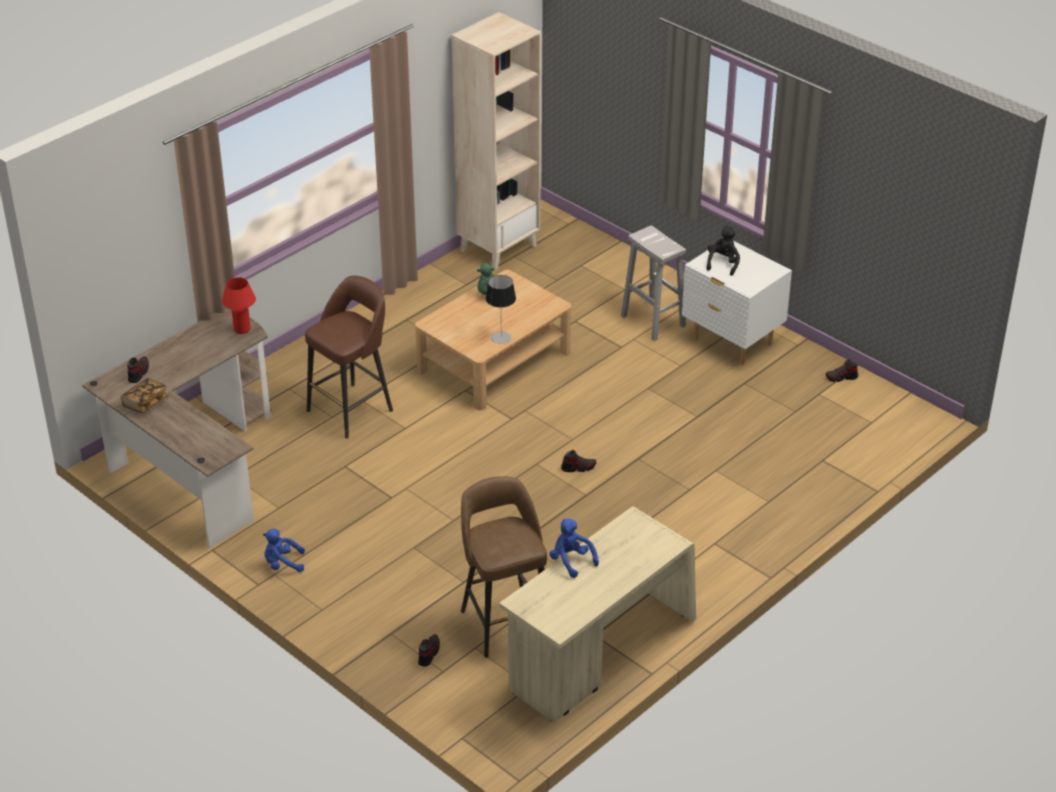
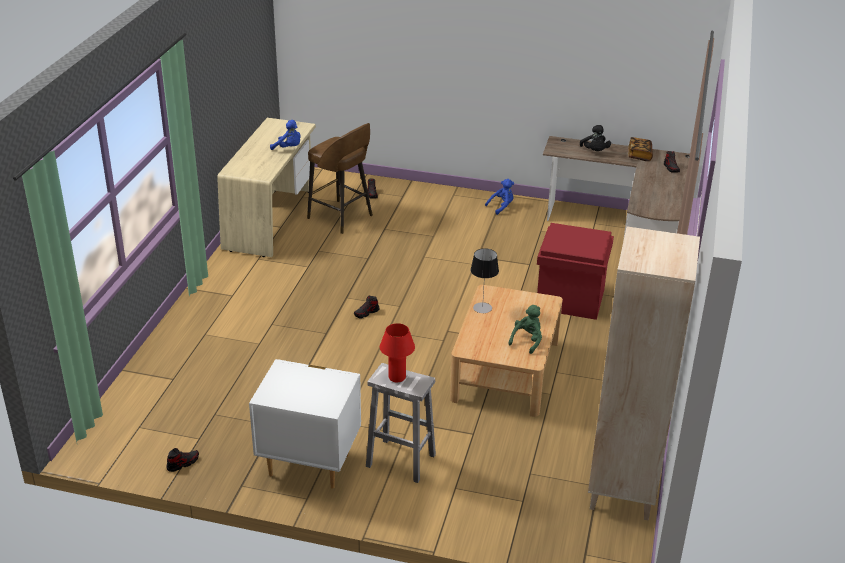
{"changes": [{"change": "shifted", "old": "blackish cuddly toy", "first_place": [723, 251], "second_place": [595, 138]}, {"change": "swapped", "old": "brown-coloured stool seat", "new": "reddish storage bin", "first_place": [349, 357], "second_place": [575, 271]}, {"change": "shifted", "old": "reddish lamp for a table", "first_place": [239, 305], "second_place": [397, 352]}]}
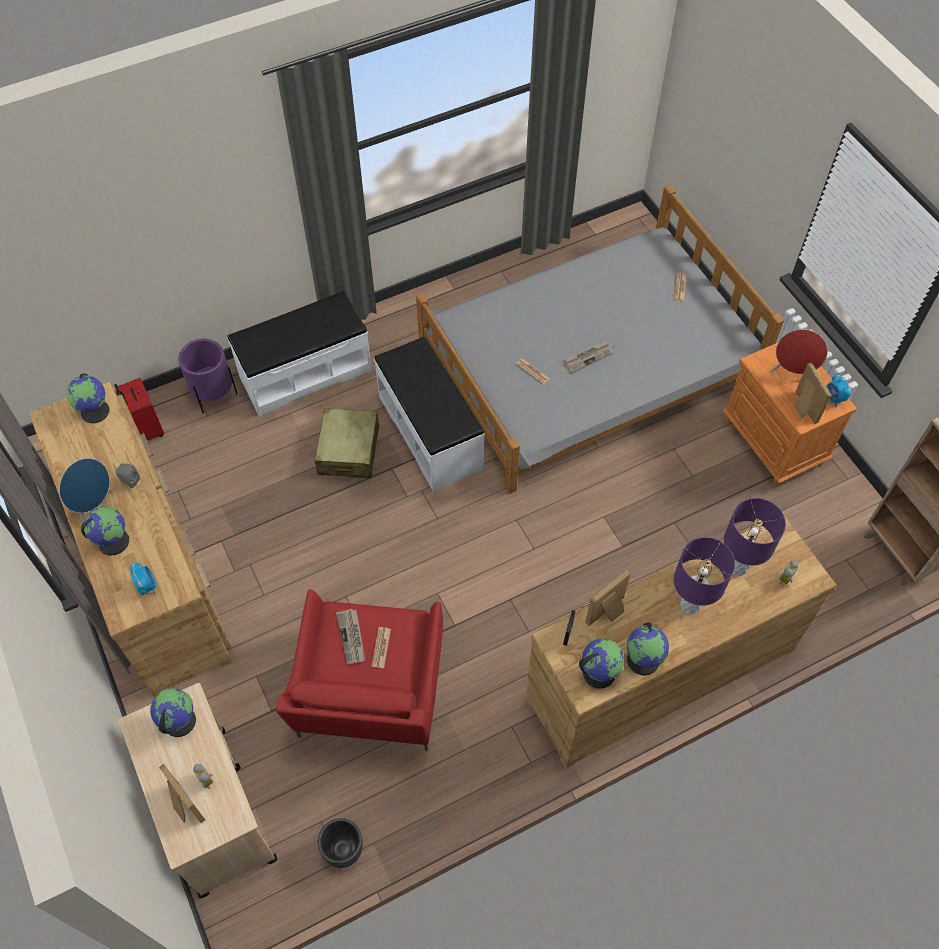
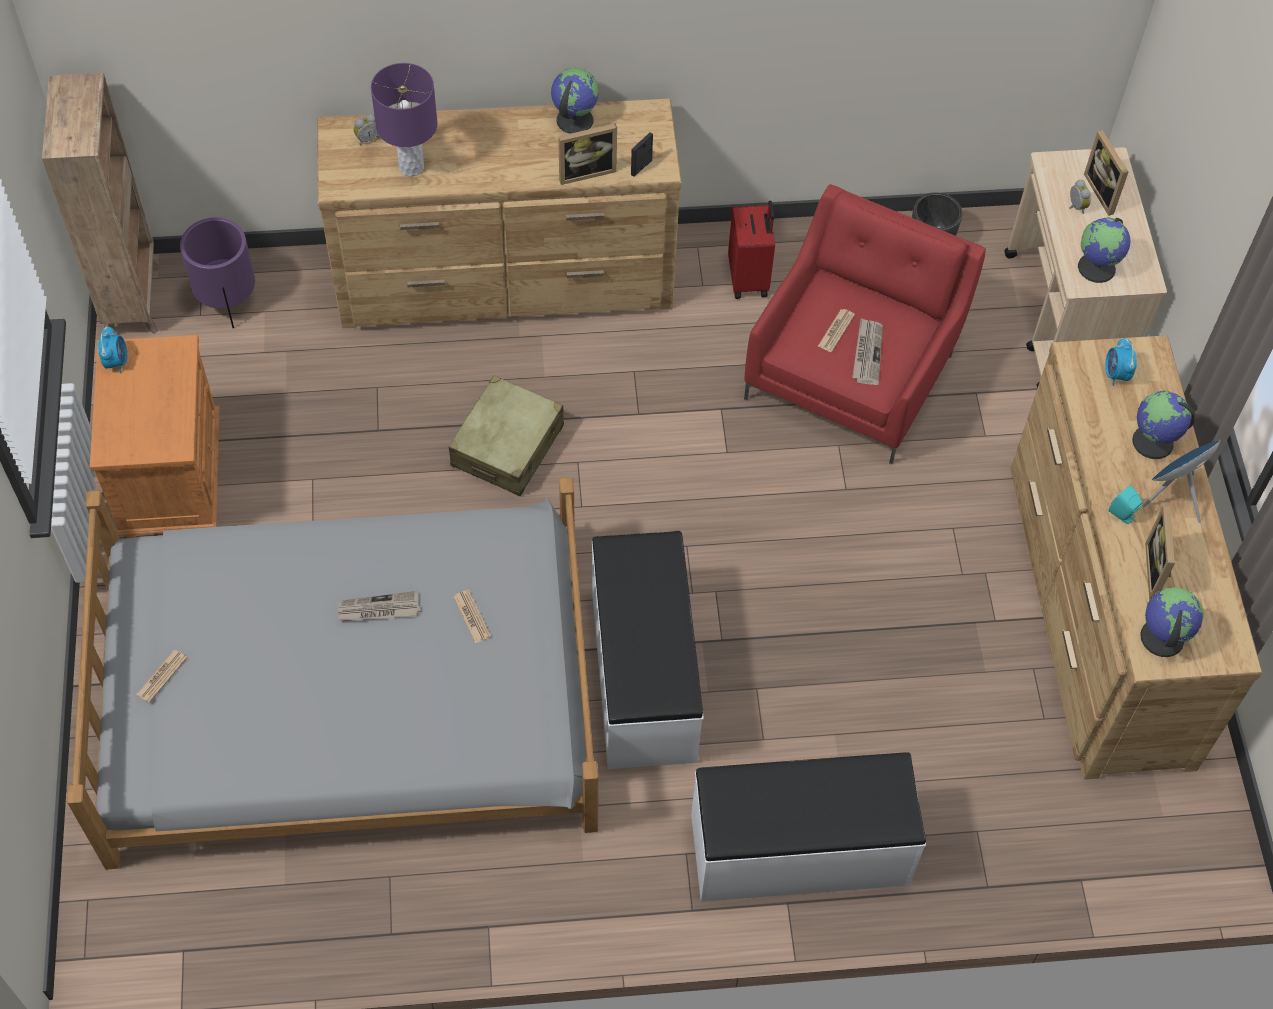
{"changes": [{"change": "gone", "old": "reddish speaker", "first_place": [799, 351]}, {"change": "shifted", "old": "purple plant pot", "first_place": [207, 376], "second_place": [217, 272]}, {"change": "shifted", "old": "picture frame", "first_place": [813, 393], "second_place": [1160, 552]}, {"change": "shifted", "old": "reddish suitcase", "first_place": [139, 409], "second_place": [751, 250]}, {"change": "shifted", "old": "beige-coloured suitcase", "first_place": [347, 443], "second_place": [506, 435]}, {"change": "repainted", "old": "grey speaker", "new": "turquoise speaker", "first_place": [127, 475], "second_place": [1125, 504]}, {"change": "gone", "old": "purple lamp for a table", "first_place": [704, 575]}, {"change": "gone", "old": "world globe", "first_place": [601, 664]}]}
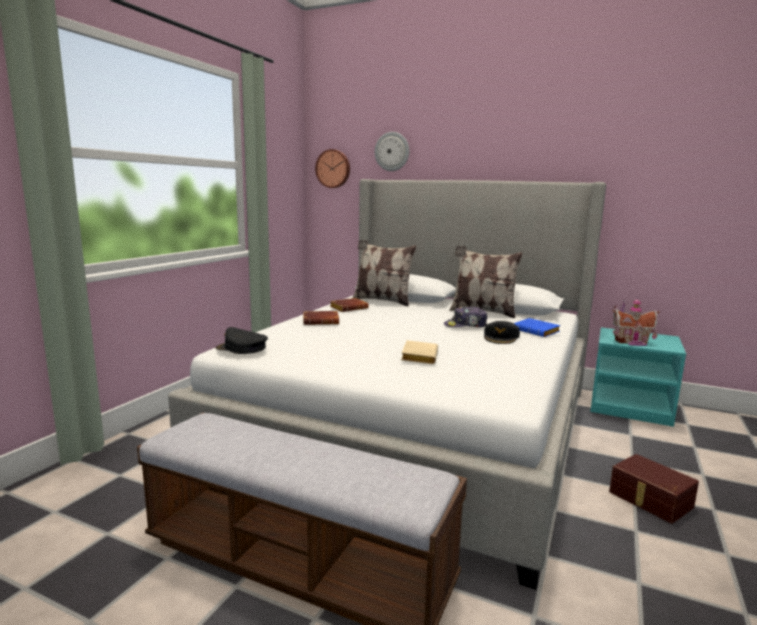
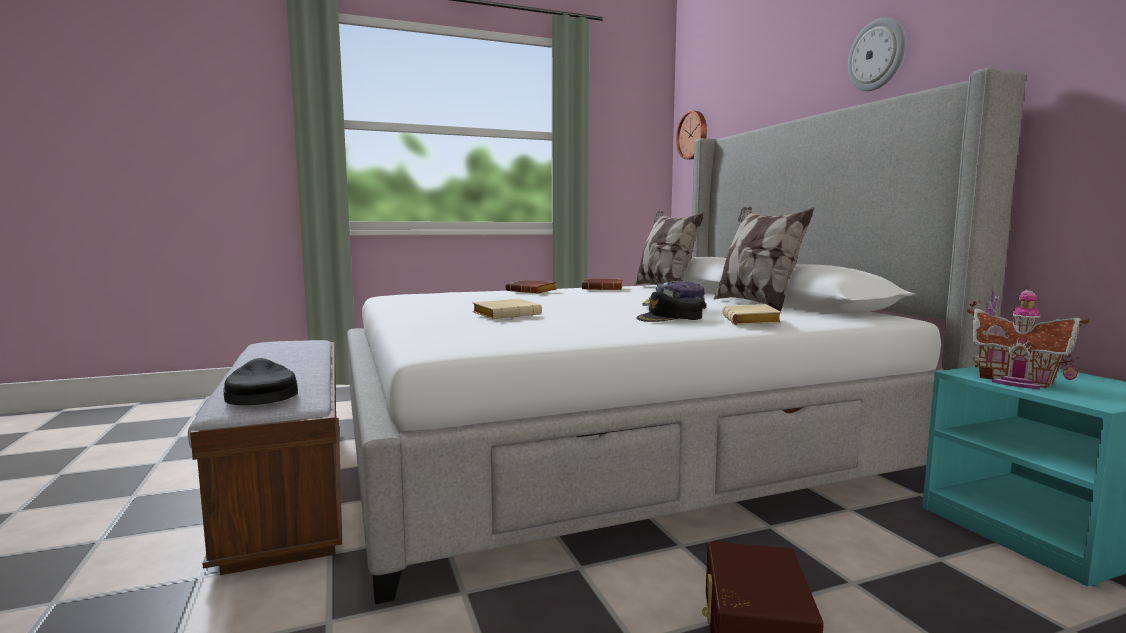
{"changes": [{"change": "shifted", "old": "wall clock", "first_place": [392, 151], "second_place": [876, 54]}, {"change": "repainted", "old": "bluish volume", "new": "beige-coloured volume", "first_place": [537, 327], "second_place": [752, 314]}, {"change": "shifted", "old": "blackish cap", "first_place": [241, 340], "second_place": [260, 381]}]}
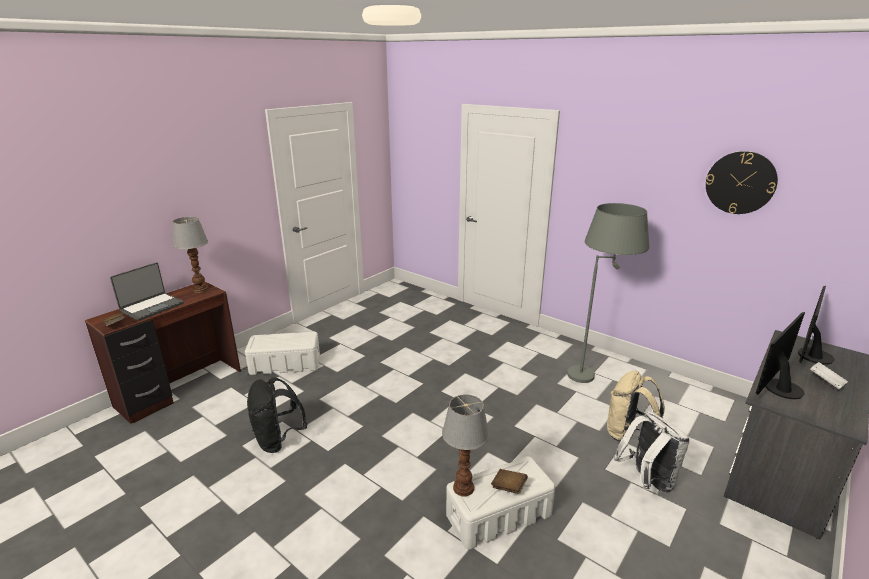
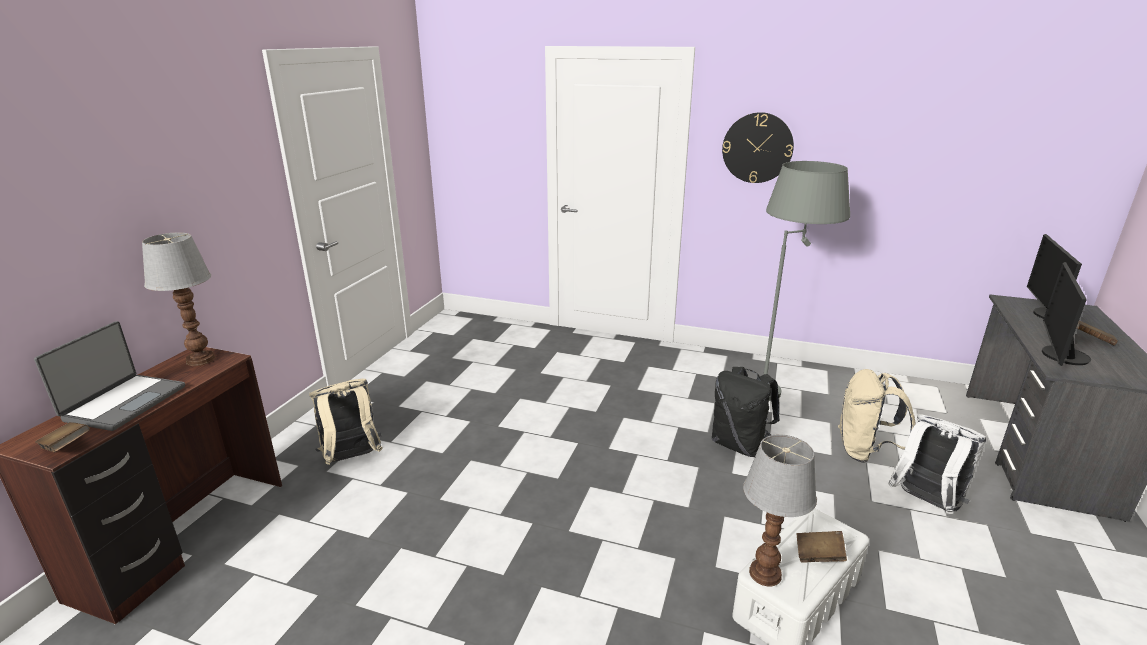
{"changes": [{"change": "shifted", "old": "wall clock", "first_place": [742, 182], "second_place": [758, 147]}, {"change": "swapped", "old": "white-coloured storage bin", "new": "beige-coloured backpack", "first_place": [282, 353], "second_place": [346, 422]}, {"change": "repainted", "old": "white-coloured volume", "new": "brown-coloured volume", "first_place": [829, 376], "second_place": [1097, 333]}, {"change": "shifted", "old": "blackish backpack", "first_place": [277, 415], "second_place": [746, 412]}]}
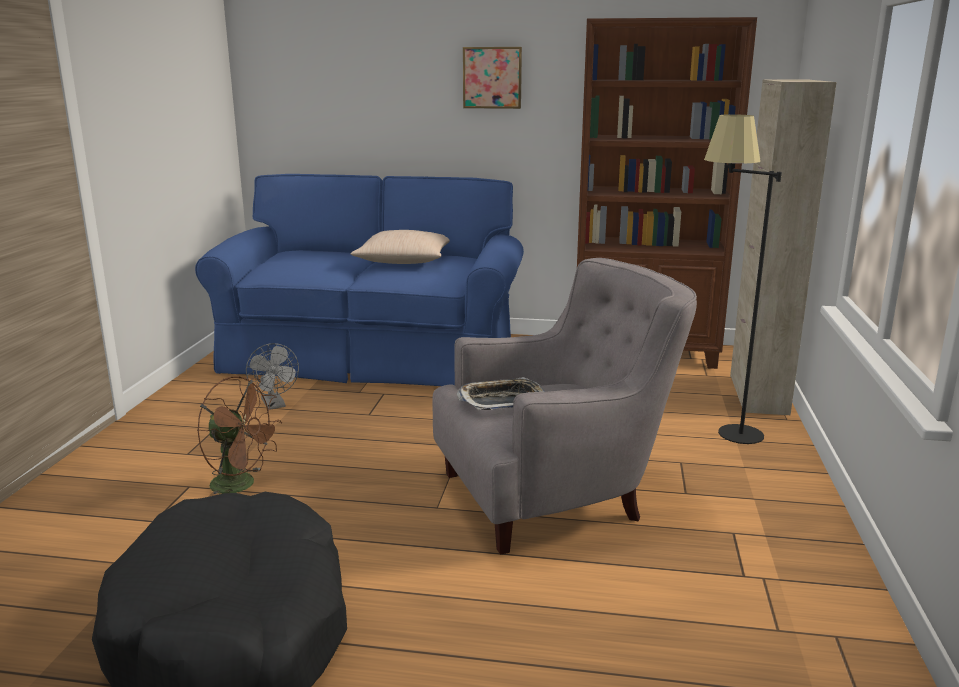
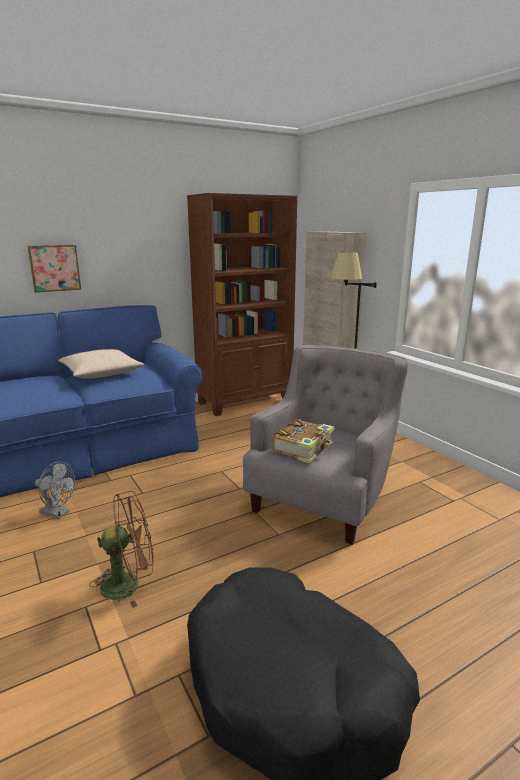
{"changes": [{"change": "shifted", "old": "wall picture", "first_place": [492, 78], "second_place": [54, 268]}, {"change": "swapped", "old": "serving tray", "new": "volume", "first_place": [501, 393], "second_place": [303, 441]}]}
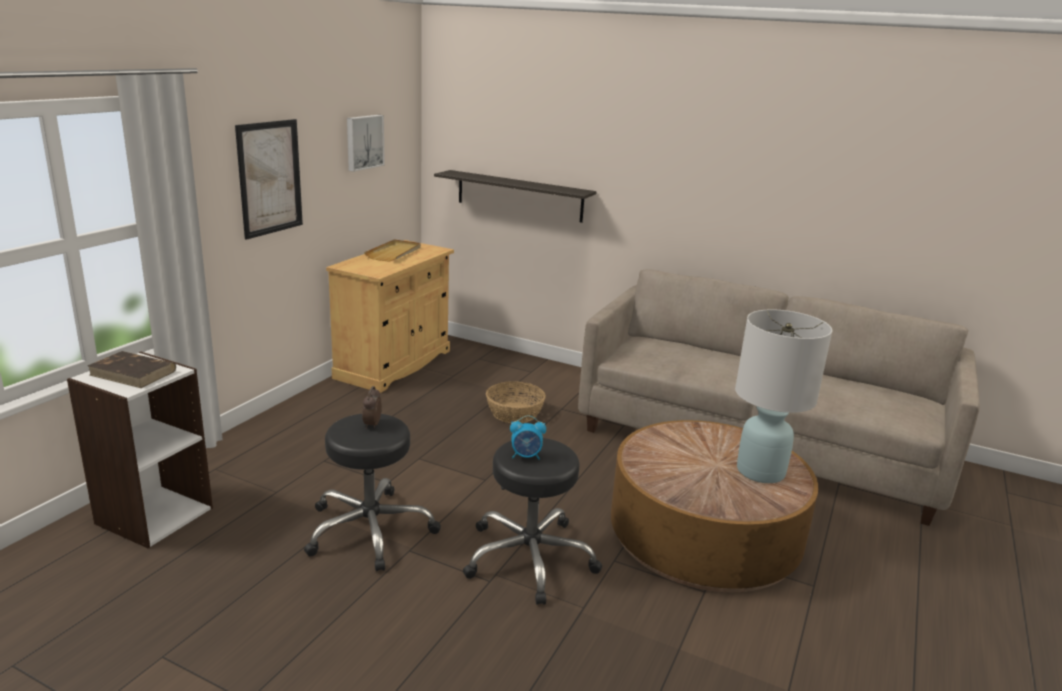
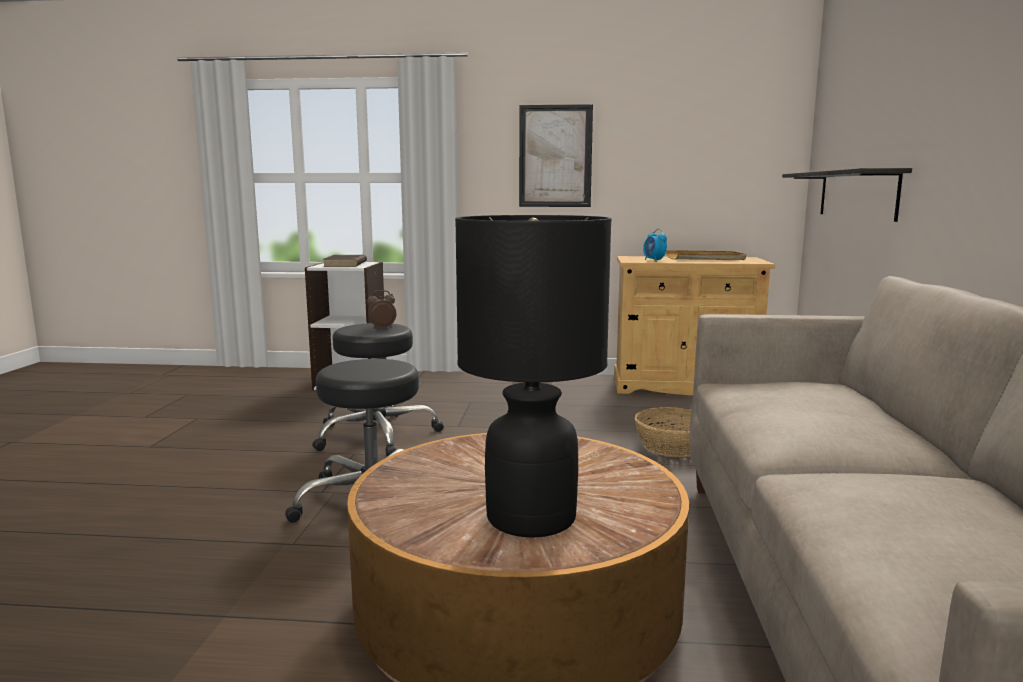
{"changes": [{"change": "gone", "old": "wall picture", "first_place": [366, 143]}, {"change": "repainted", "old": "white-coloured lamp for a table", "new": "blackish lamp for a table", "first_place": [783, 396], "second_place": [533, 376]}, {"change": "shifted", "old": "table clock", "first_place": [528, 437], "second_place": [655, 245]}]}
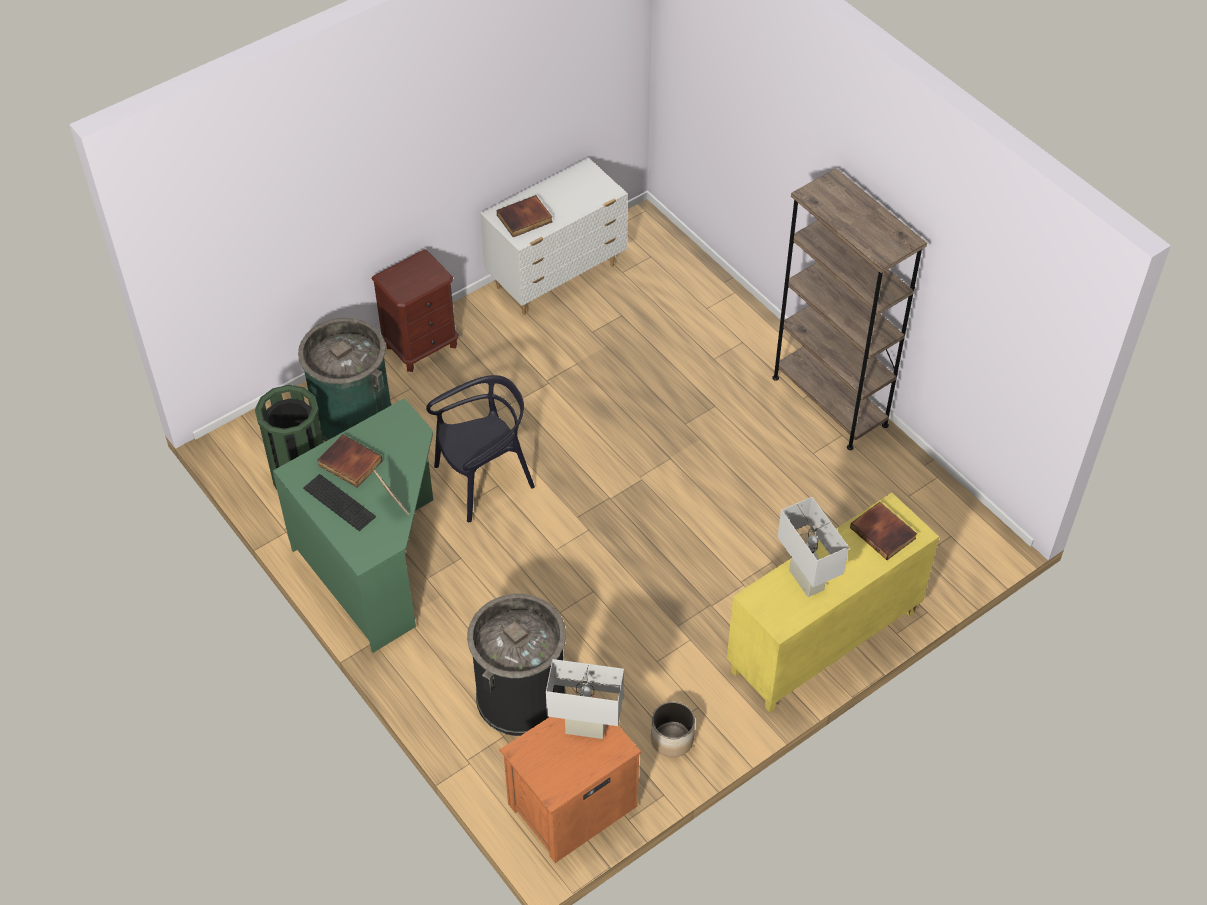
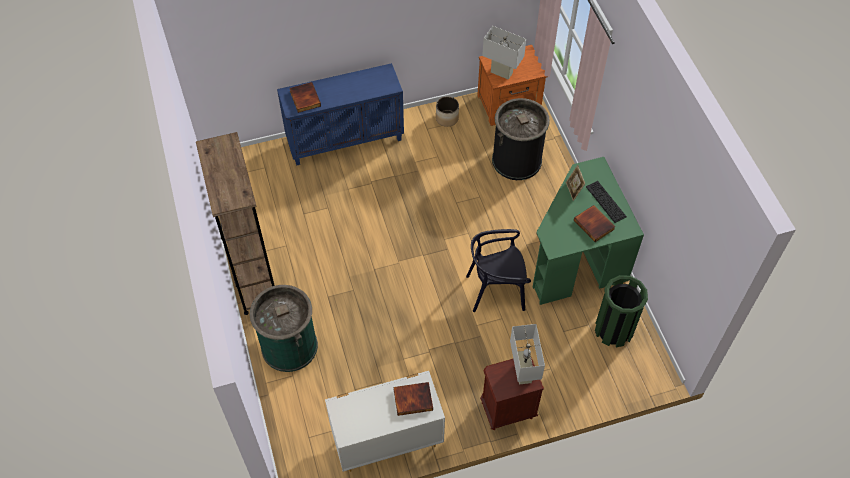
{"changes": [{"change": "shifted", "old": "green rubbish bin", "first_place": [345, 380], "second_place": [284, 328]}, {"change": "repainted", "old": "yellow-coloured cupboard", "new": "bluish cupboard", "first_place": [833, 602], "second_place": [340, 114]}, {"change": "shifted", "old": "white-coloured lamp for a table", "first_place": [813, 547], "second_place": [527, 354]}]}
